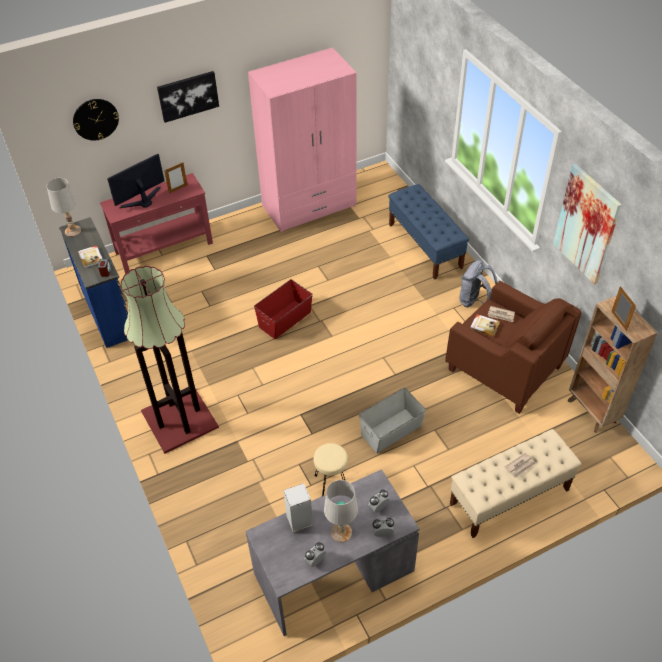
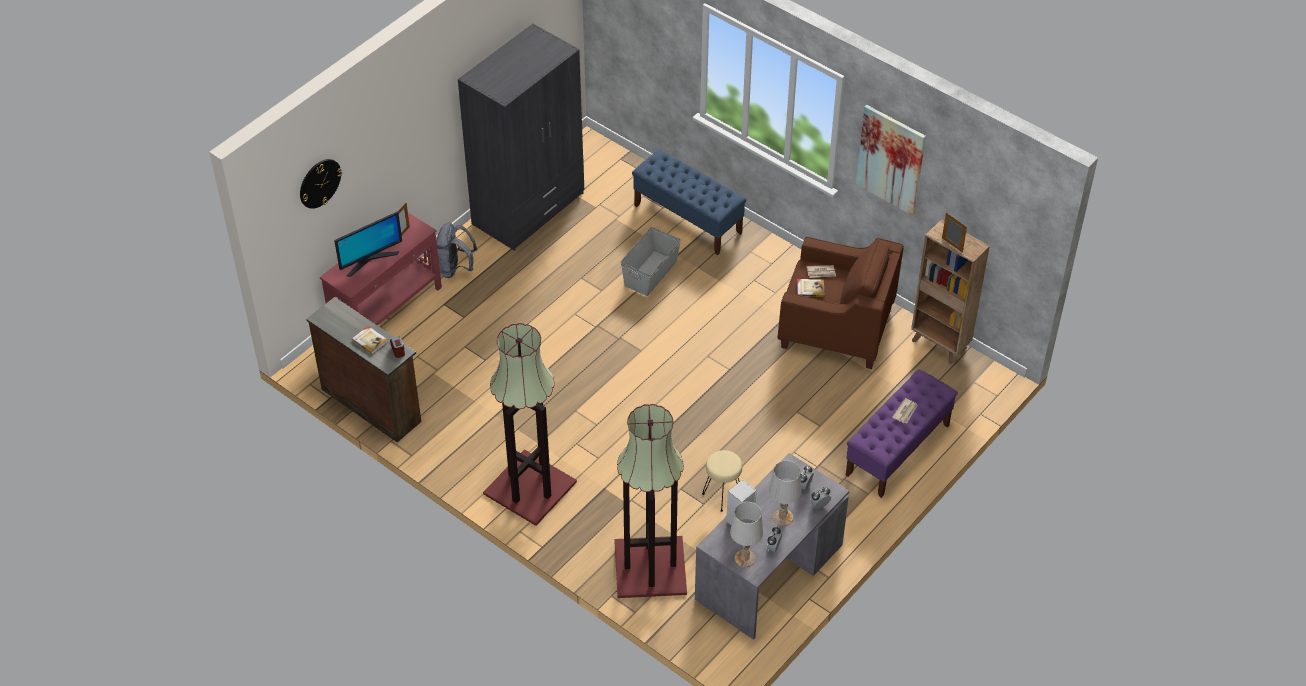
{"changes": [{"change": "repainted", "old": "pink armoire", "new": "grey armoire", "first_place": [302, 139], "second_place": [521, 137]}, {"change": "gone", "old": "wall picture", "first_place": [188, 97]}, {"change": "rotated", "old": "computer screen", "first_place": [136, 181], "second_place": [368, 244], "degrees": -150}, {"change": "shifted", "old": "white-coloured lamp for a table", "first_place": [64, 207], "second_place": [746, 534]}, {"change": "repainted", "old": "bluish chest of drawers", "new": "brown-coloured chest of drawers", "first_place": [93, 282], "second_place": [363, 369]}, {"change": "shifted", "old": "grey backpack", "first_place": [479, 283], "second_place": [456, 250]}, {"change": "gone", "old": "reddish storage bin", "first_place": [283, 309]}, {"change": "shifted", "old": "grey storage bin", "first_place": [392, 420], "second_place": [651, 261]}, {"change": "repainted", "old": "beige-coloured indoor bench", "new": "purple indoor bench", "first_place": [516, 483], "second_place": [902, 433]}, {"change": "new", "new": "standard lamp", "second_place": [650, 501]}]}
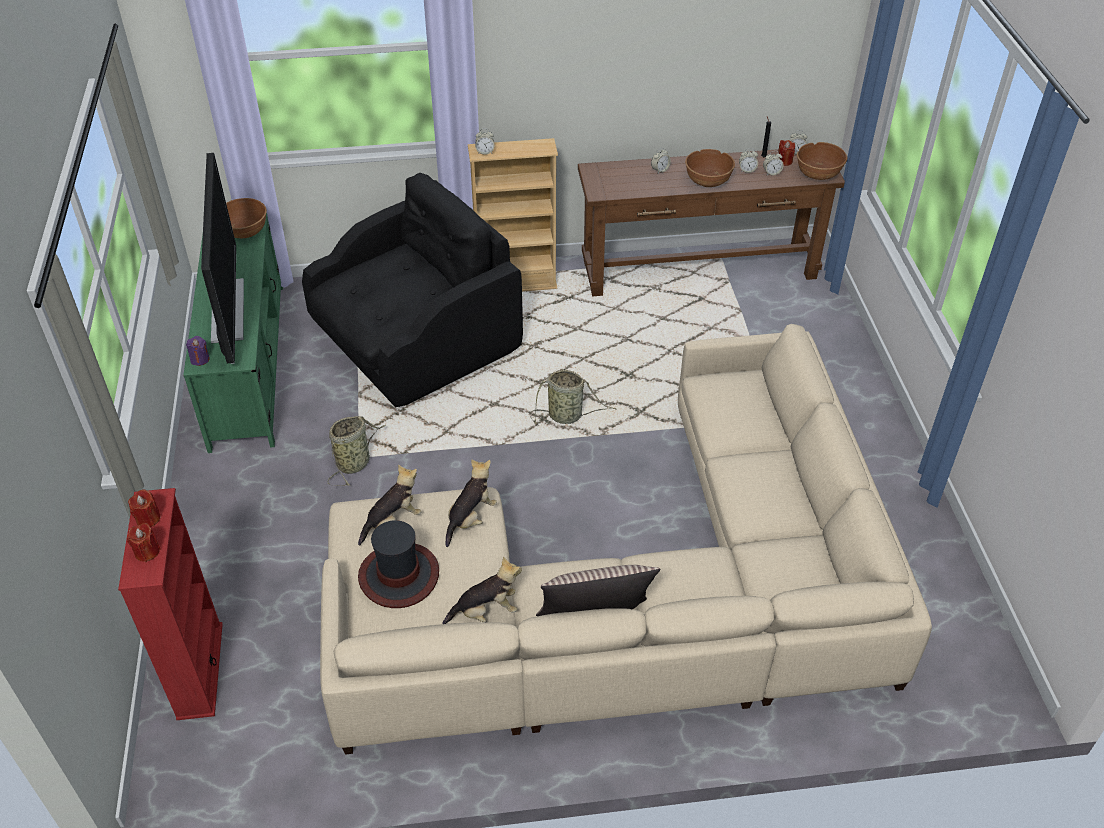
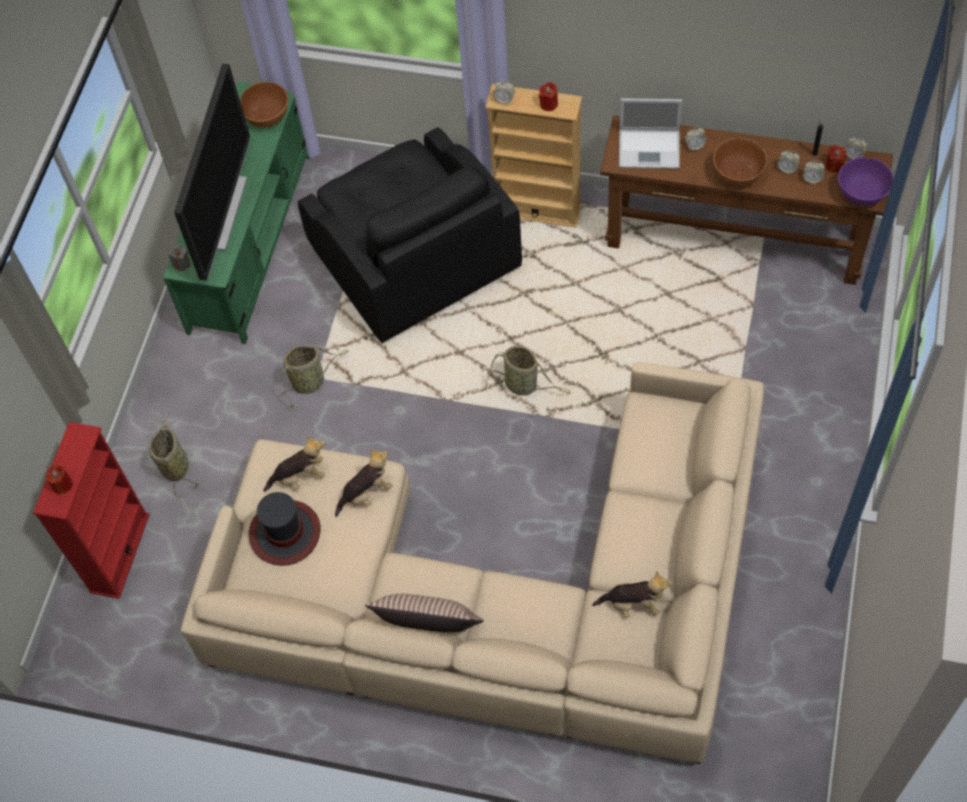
{"changes": [{"change": "repainted", "old": "brown-coloured serving bowl", "new": "purple serving bowl", "first_place": [822, 161], "second_place": [866, 181]}, {"change": "rotated", "old": "blackish armchair", "first_place": [412, 290], "second_place": [410, 235], "degrees": 75}, {"change": "repainted", "old": "purple wax light", "new": "grey wax light", "first_place": [198, 351], "second_place": [179, 257]}, {"change": "shifted", "old": "reddish wax light", "first_place": [144, 508], "second_place": [548, 96]}, {"change": "shifted", "old": "cuddly toy", "first_place": [482, 590], "second_place": [632, 594]}, {"change": "new", "new": "notebook computer", "second_place": [650, 133]}, {"change": "new", "new": "basket", "second_place": [175, 458]}]}
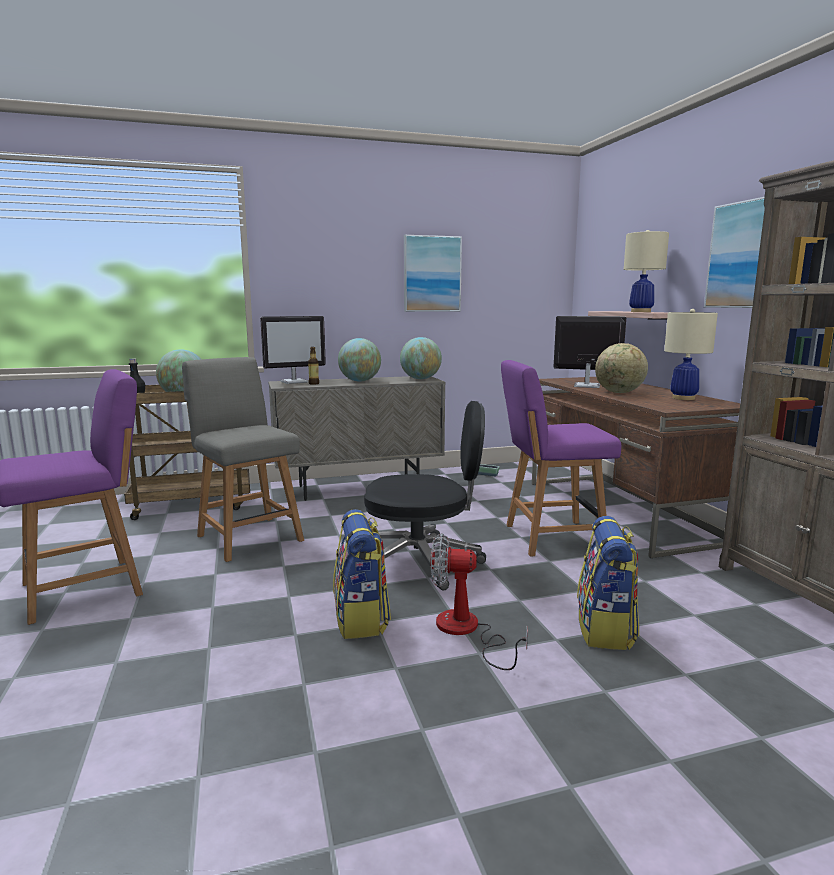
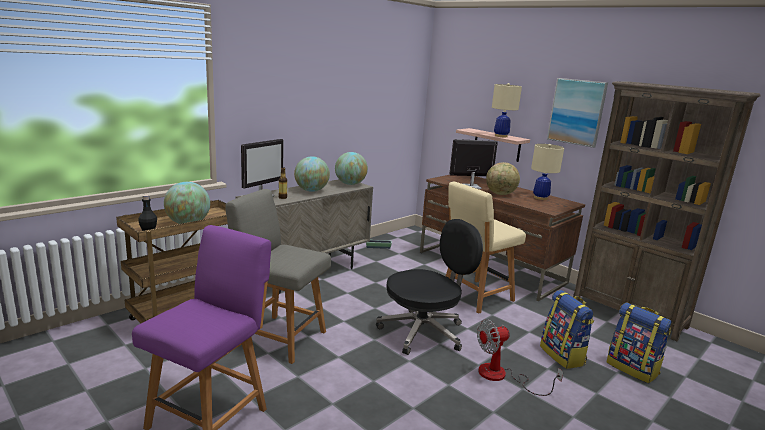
{"changes": [{"change": "gone", "old": "wall picture", "first_place": [433, 273]}, {"change": "repainted", "old": "purple plain chair", "new": "beige-coloured plain chair", "first_place": [561, 458], "second_place": [486, 248]}, {"change": "shifted", "old": "backpack", "first_place": [362, 574], "second_place": [639, 343]}]}
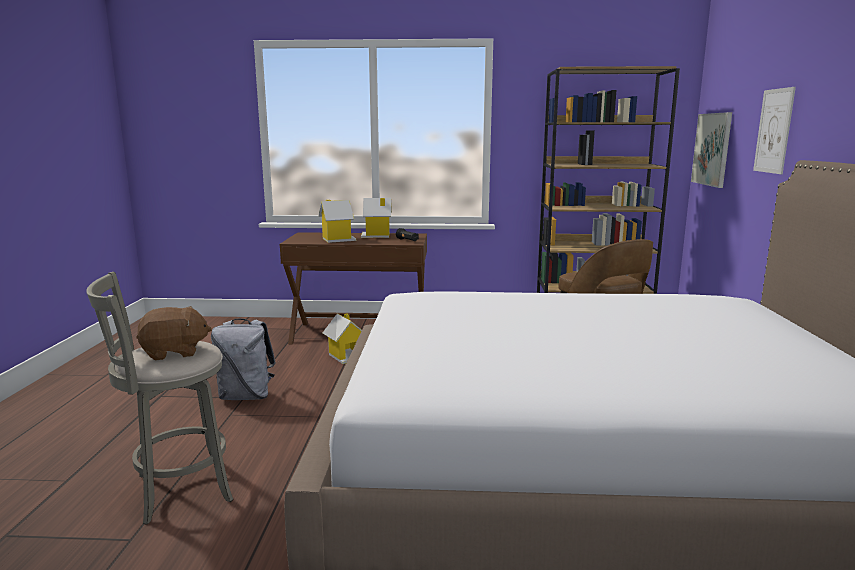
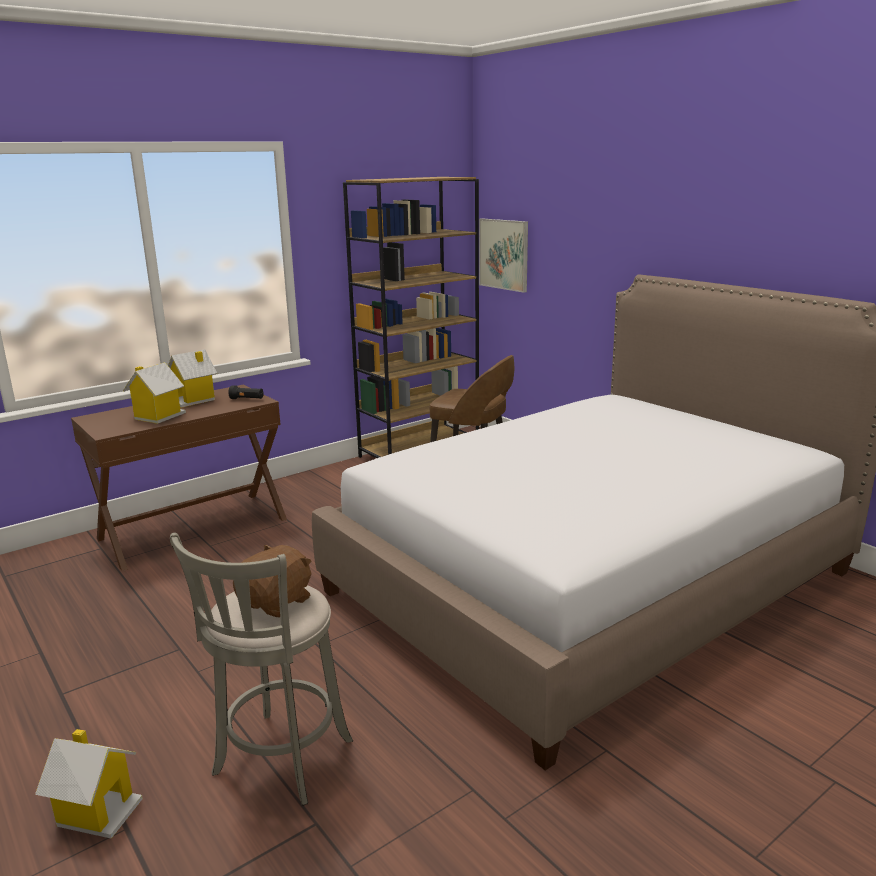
{"changes": [{"change": "gone", "old": "wall picture", "first_place": [774, 130]}, {"change": "shifted", "old": "toy house", "first_place": [342, 339], "second_place": [89, 784]}, {"change": "gone", "old": "grey backpack", "first_place": [243, 359]}]}
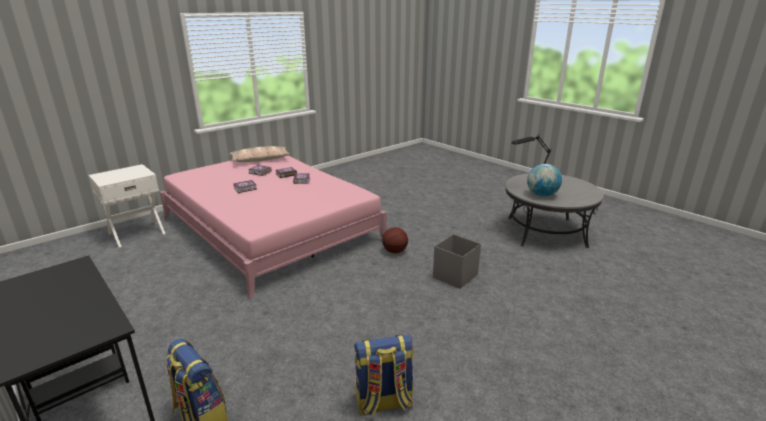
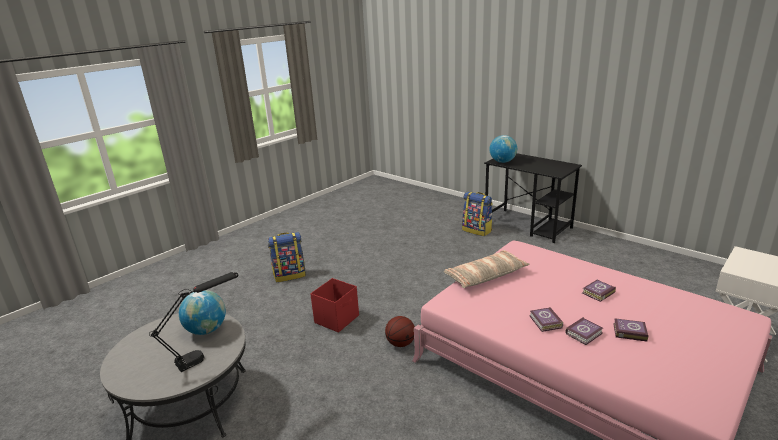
{"changes": [{"change": "shifted", "old": "cushion", "first_place": [259, 154], "second_place": [487, 269]}, {"change": "repainted", "old": "grey storage bin", "new": "reddish storage bin", "first_place": [457, 261], "second_place": [334, 305]}, {"change": "shifted", "old": "backpack", "first_place": [384, 375], "second_place": [287, 257]}, {"change": "new", "new": "world globe", "second_place": [503, 149]}]}
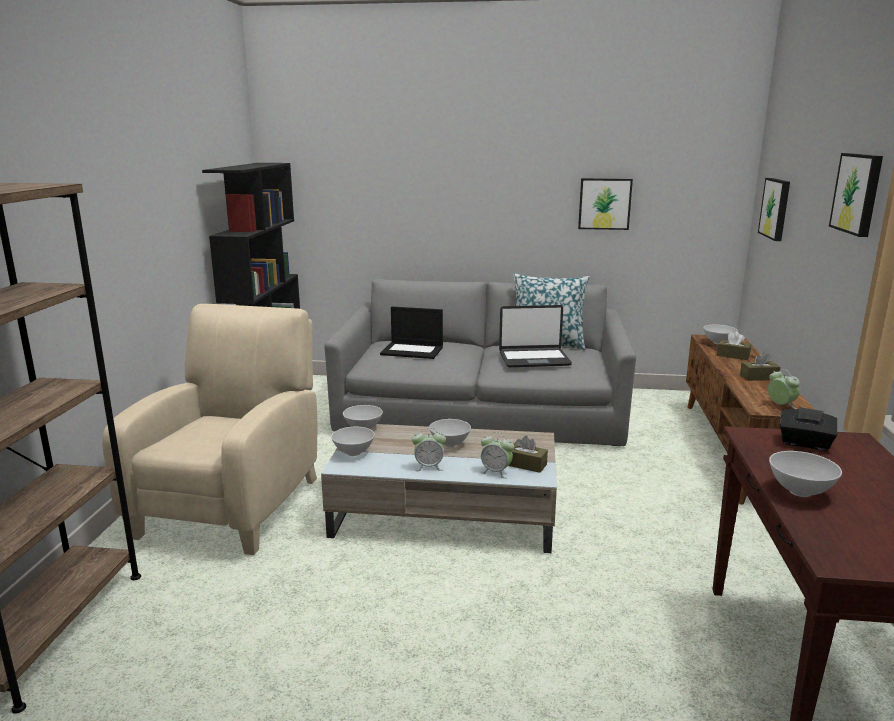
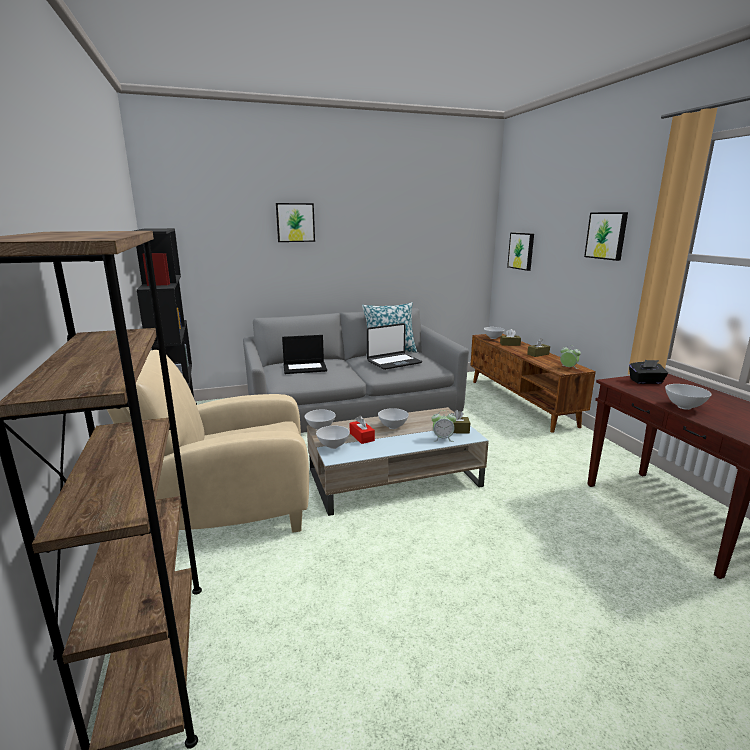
{"changes": [{"change": "shifted", "old": "wall picture", "first_place": [605, 204], "second_place": [295, 222]}, {"change": "rotated", "old": "beige-coloured armchair", "first_place": [209, 429], "second_place": [208, 441], "degrees": -90}, {"change": "gone", "old": "table clock", "first_place": [429, 449]}, {"change": "new", "new": "reddish tissue holder", "second_place": [362, 430]}]}
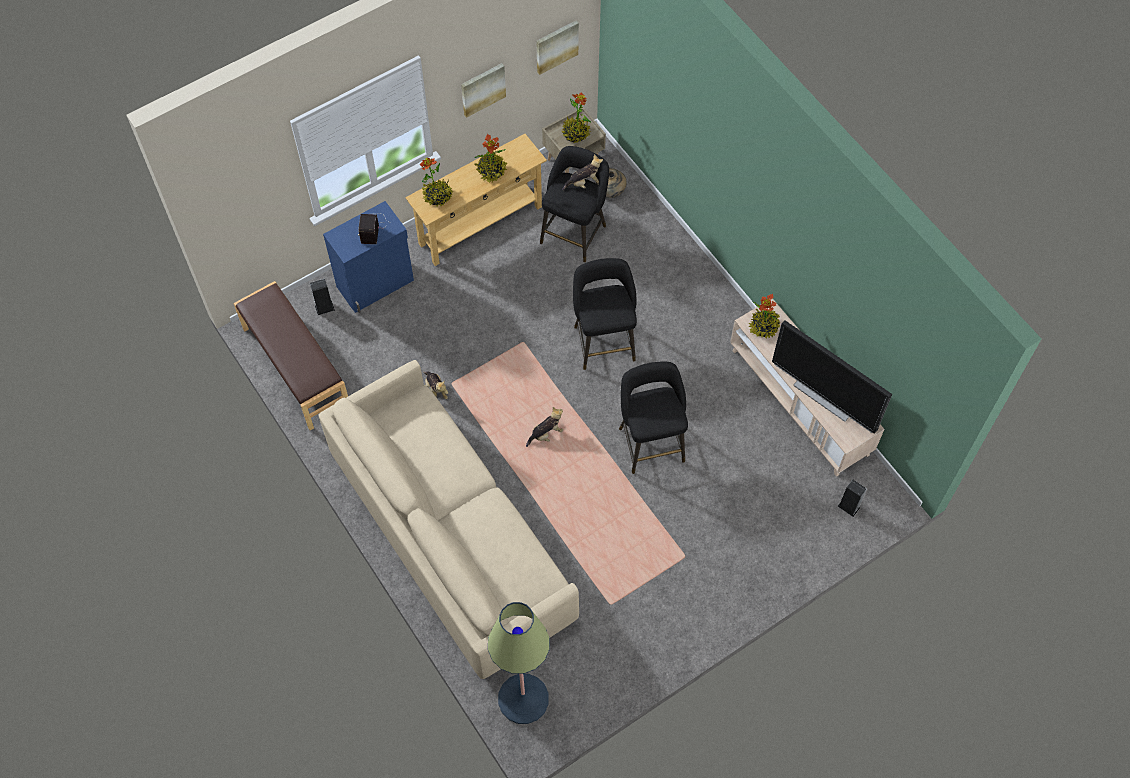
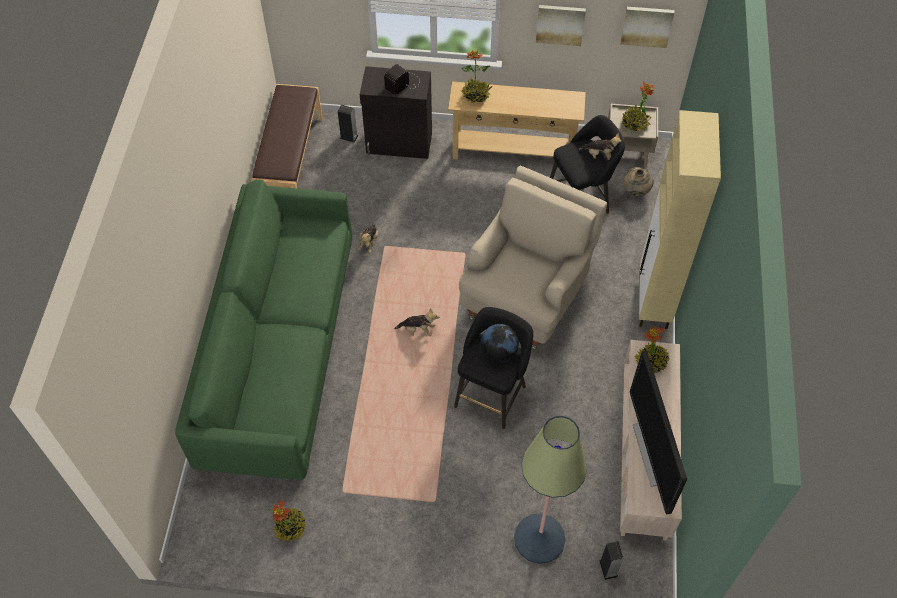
{"changes": [{"change": "shifted", "old": "plant in a pot", "first_place": [490, 158], "second_place": [286, 520]}, {"change": "repainted", "old": "bluish cupboard", "new": "blackish cupboard", "first_place": [368, 257], "second_place": [396, 112]}, {"change": "swapped", "old": "blackish stool seat", "new": "beige-coloured armchair", "first_place": [605, 314], "second_place": [533, 258]}, {"change": "repainted", "old": "beige-coloured couch", "new": "green couch", "first_place": [448, 519], "second_place": [263, 330]}, {"change": "shifted", "old": "standard lamp", "first_place": [519, 663], "second_place": [550, 490]}, {"change": "new", "new": "beige-coloured cupboard", "second_place": [680, 219]}, {"change": "new", "new": "world globe", "second_place": [500, 343]}]}
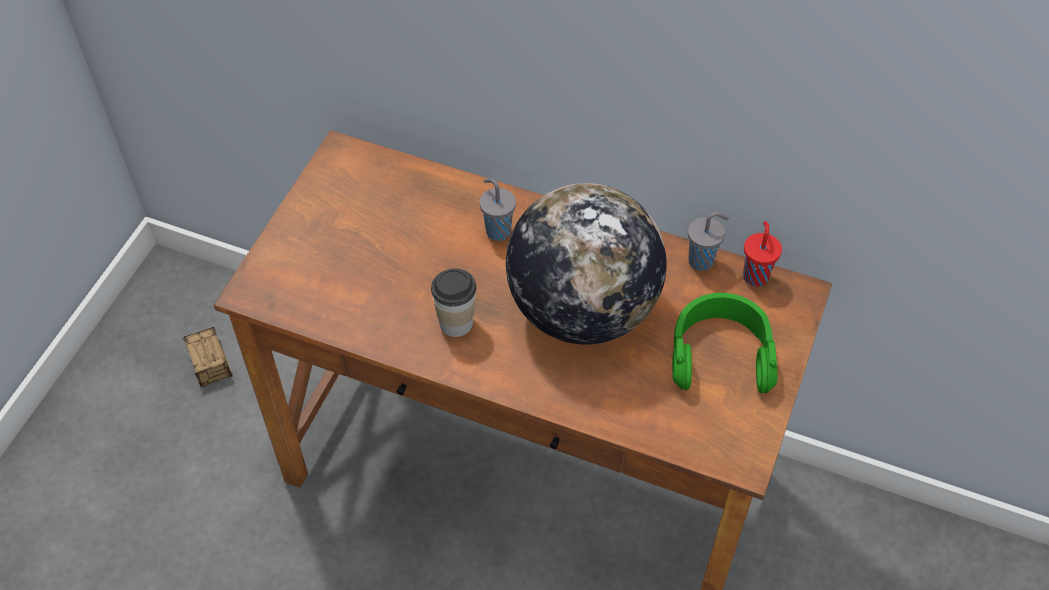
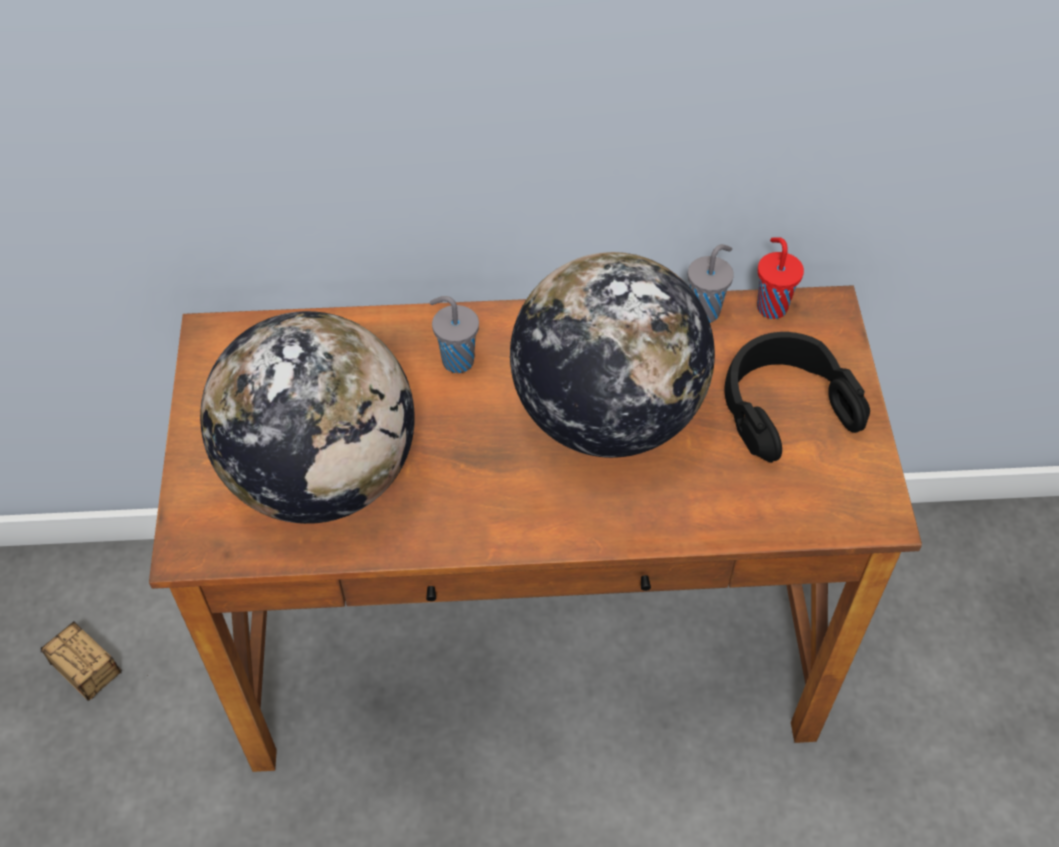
{"changes": [{"change": "gone", "old": "small cup", "first_place": [453, 302]}, {"change": "repainted", "old": "green headphones", "new": "blackish headphones", "first_place": [725, 343], "second_place": [797, 397]}, {"change": "new", "new": "world globe", "second_place": [307, 417]}]}
